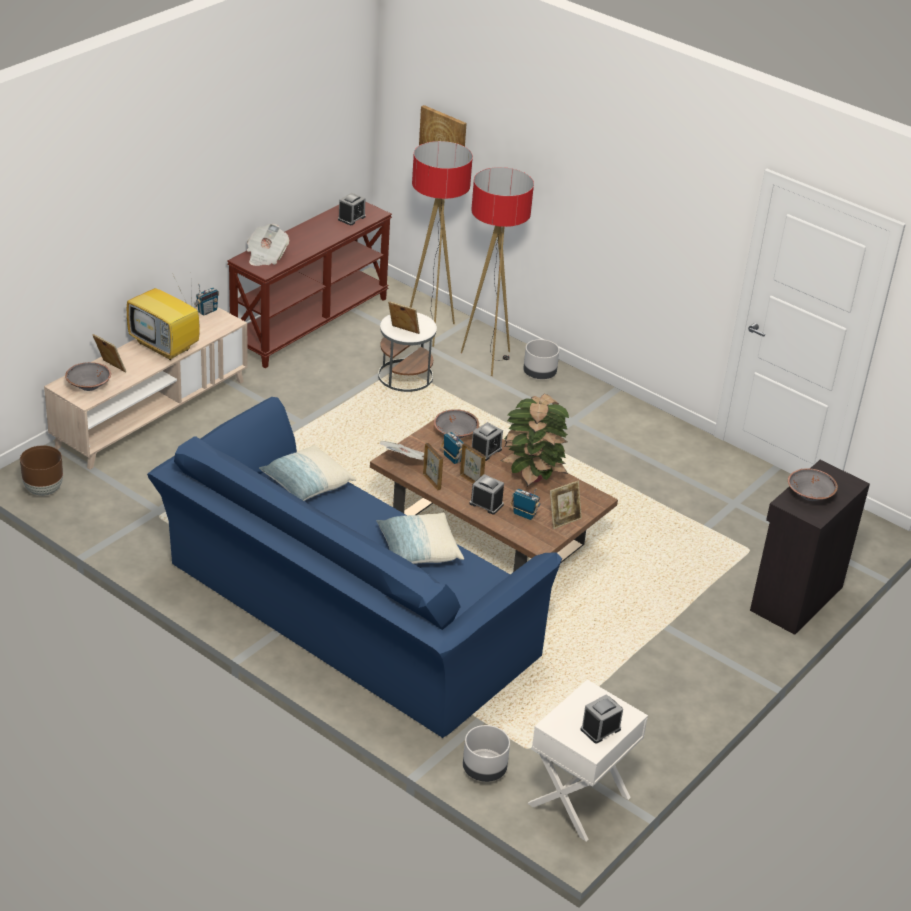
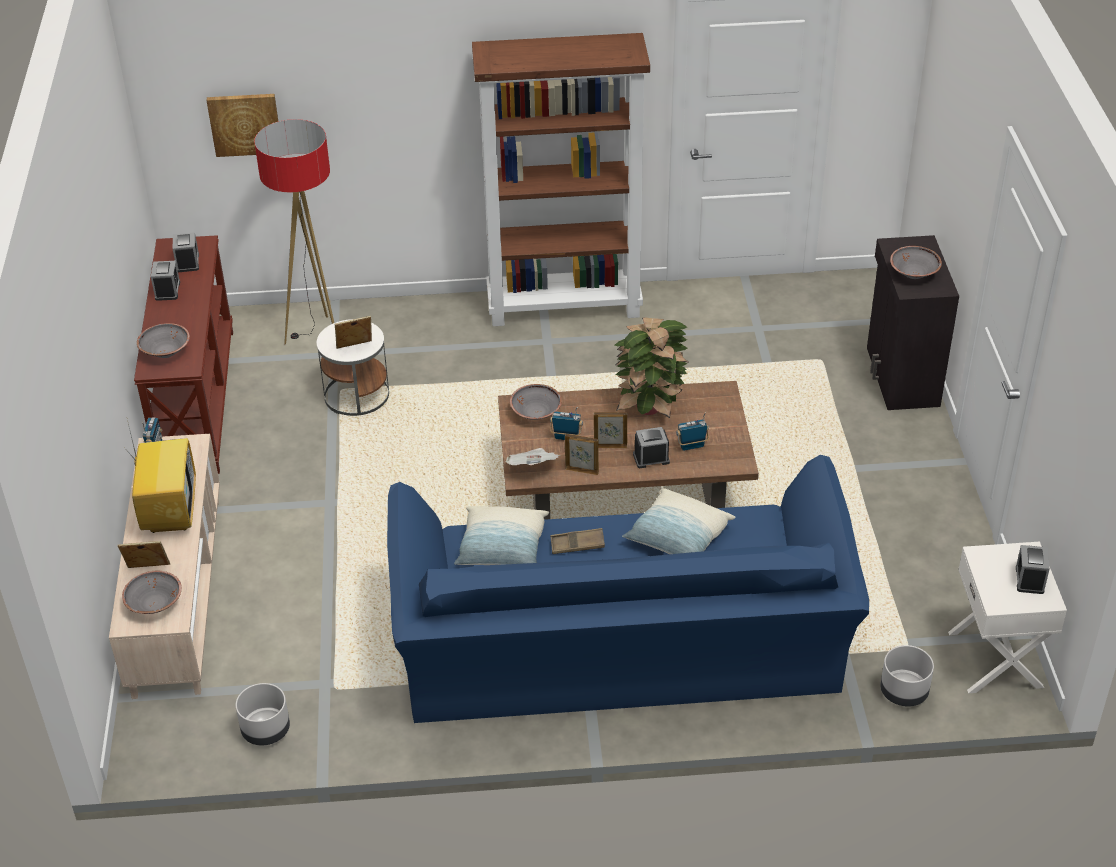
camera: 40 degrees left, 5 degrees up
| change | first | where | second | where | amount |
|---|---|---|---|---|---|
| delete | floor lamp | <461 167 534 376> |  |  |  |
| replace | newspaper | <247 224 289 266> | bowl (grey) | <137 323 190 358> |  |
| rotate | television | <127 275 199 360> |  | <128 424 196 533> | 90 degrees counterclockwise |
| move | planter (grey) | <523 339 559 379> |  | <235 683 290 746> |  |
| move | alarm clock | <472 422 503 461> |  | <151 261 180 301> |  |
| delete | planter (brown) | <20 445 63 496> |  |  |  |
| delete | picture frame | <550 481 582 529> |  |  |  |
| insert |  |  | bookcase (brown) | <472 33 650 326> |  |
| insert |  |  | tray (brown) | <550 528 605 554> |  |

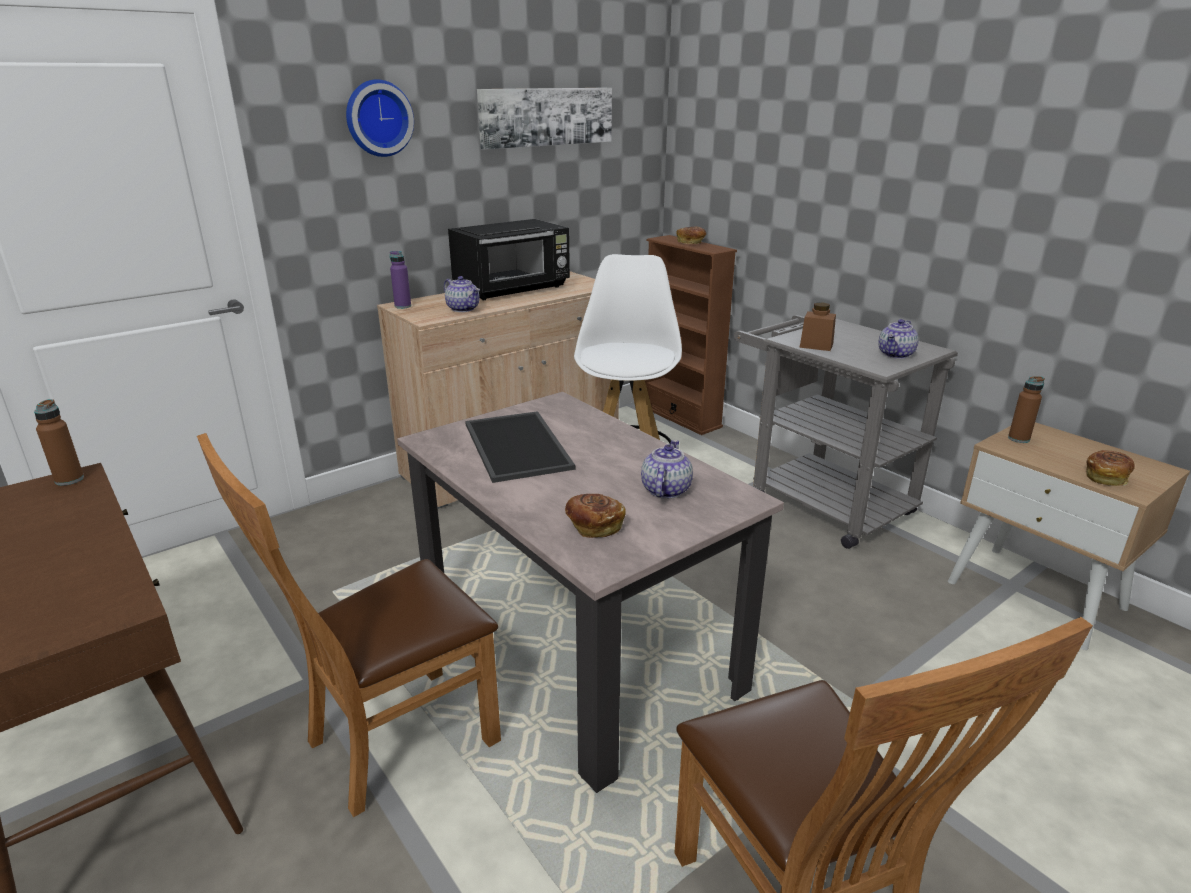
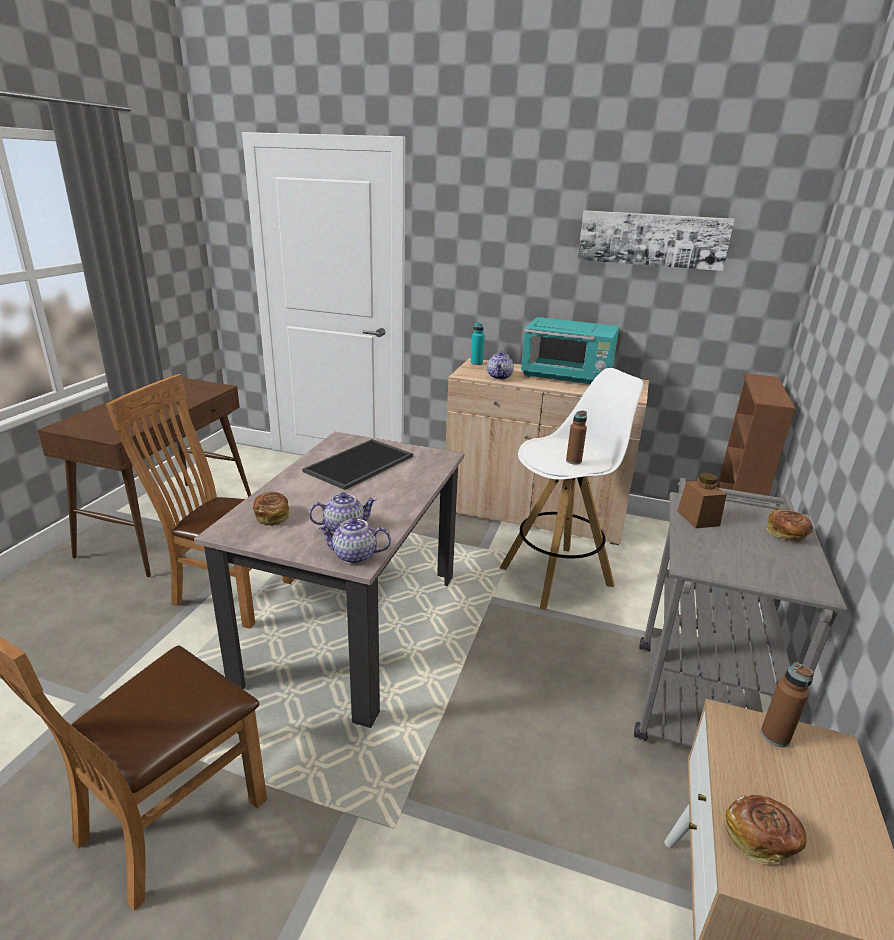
camera: 55 degrees right, 0 degrees up
| change | first | where | second | where | amount |
|---|---|---|---|---|---|
| delete | wall clock | <346 79 414 157> |  |  |  |
| recolor | microwave (black) | <448 219 570 300> | microwave (turquoise) | <521 317 619 384> |  |
| move | bread | <676 226 706 244> |  | <766 508 813 542> |  |
| recolor | bottle (purple) | <390 251 411 309> | bottle (turquoise) | <471 322 485 365> |  |
| move | teapot | <878 319 919 359> |  | <318 518 391 564> |  |
| move | bottle (brown) | <34 399 84 486> |  | <566 411 587 465> |  |

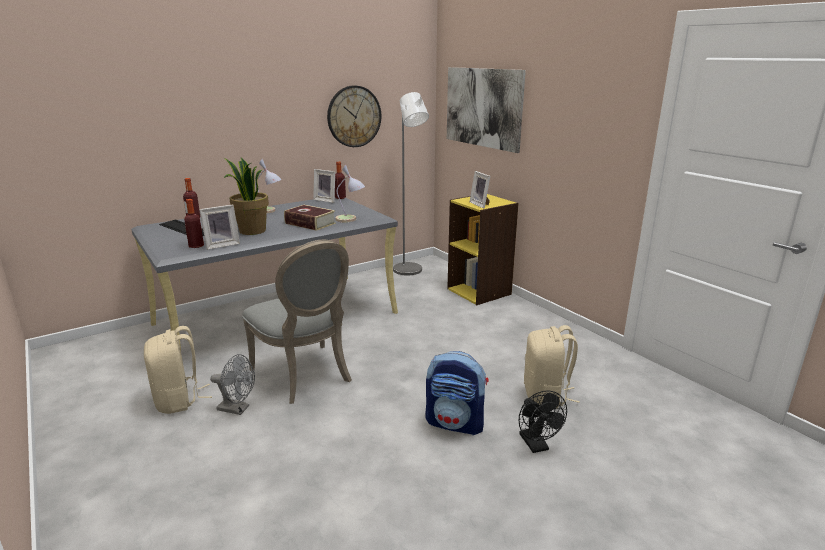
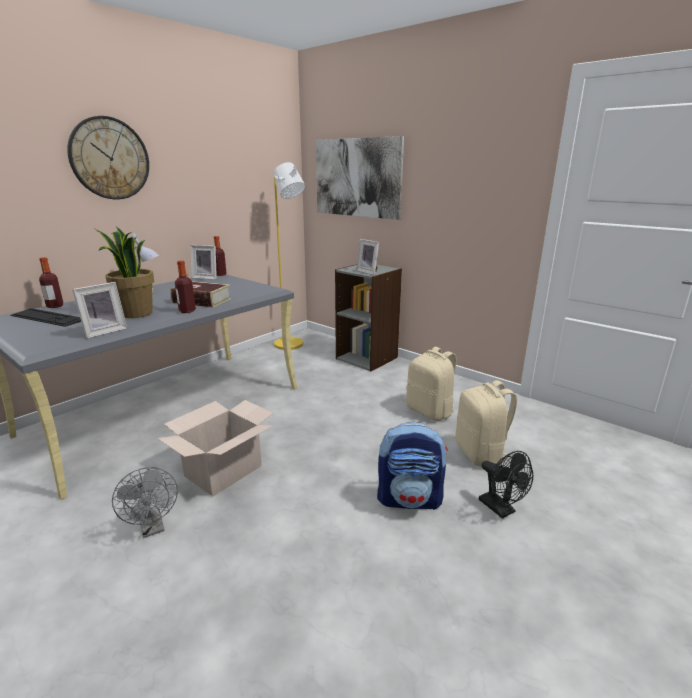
camera: 15 degrees left, 0 degrees up
| change | first | where | second | where | amount |
|---|---|---|---|---|---|
| move | wall clock | <327 85 381 147> |  | <67 116 149 199> |  |
| recolor | floor lamp (grey) | <393 92 429 275> | floor lamp (yellow) | <274 162 306 350> |  |
| delete | table lamp | <335 165 365 223> |  |  |  |
| recolor | bookcase (yellow) | <447 194 518 305> | bookcase (grey) | <335 264 402 371> |  |
| move | bottle | <184 199 204 248> |  | <175 260 196 313> |  |
| replace | chair (grey) | <242 240 352 404> | cardboard box | <157 400 273 496> |  |
| move | backpack (beige) | <144 326 212 414> |  | <406 347 457 421> |  |
| rotate | fan (grey) | <210 354 255 415> |  | <112 467 178 538> | 60 degrees clockwise |

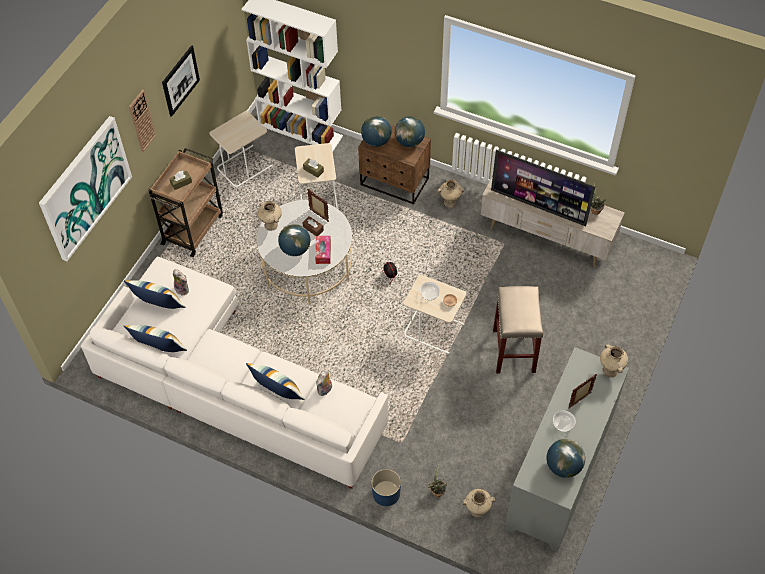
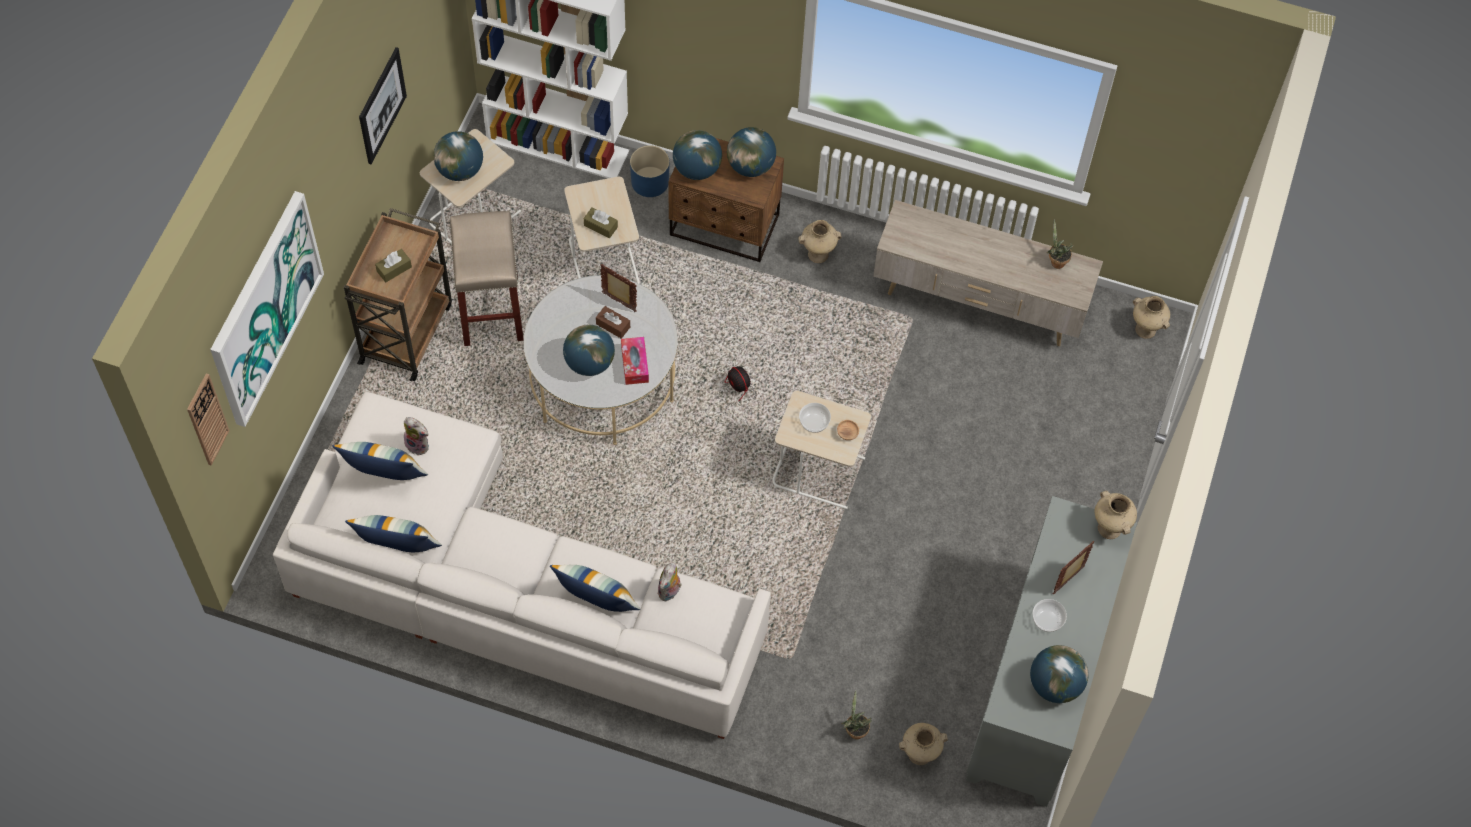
camera: 10 degrees left, 5 degrees up
| change | first | where | second | where | amount |
|---|---|---|---|---|---|
| move | wall clock | <129 90 156 152> |  | <187 373 229 466> |  |
| delete | television | <491 149 596 226> |  |  |  |
| move | vase (beige) | <257 201 282 231> |  | <1133 296 1170 339> |  |
| move | stool (beige) | <493 286 543 374> |  | <450 211 524 346> |  |
| move | planter (blue) | <371 469 401 506> |  | <630 145 670 197> |  |
| insert |  |  | globe | <433 131 483 181> |  |

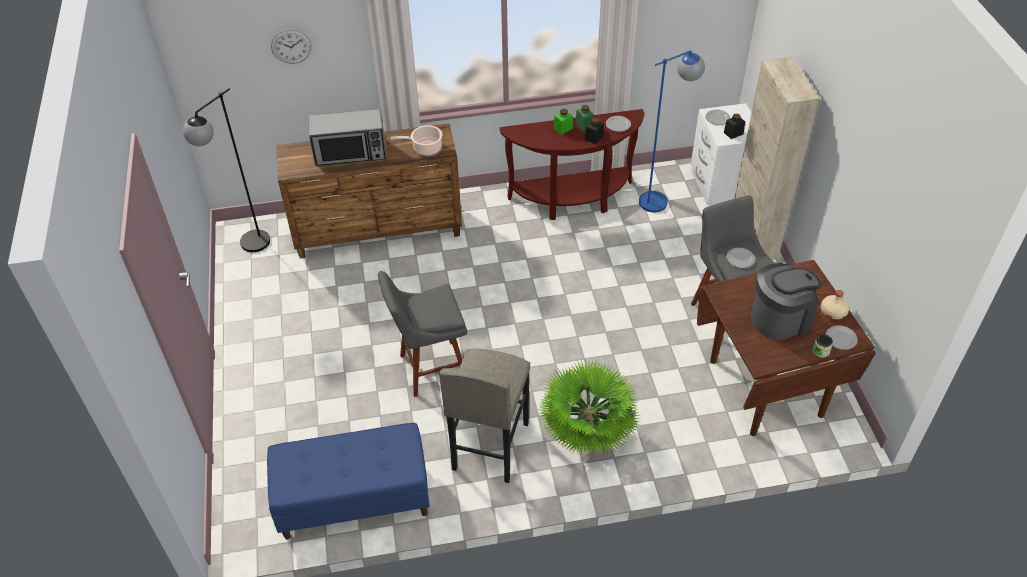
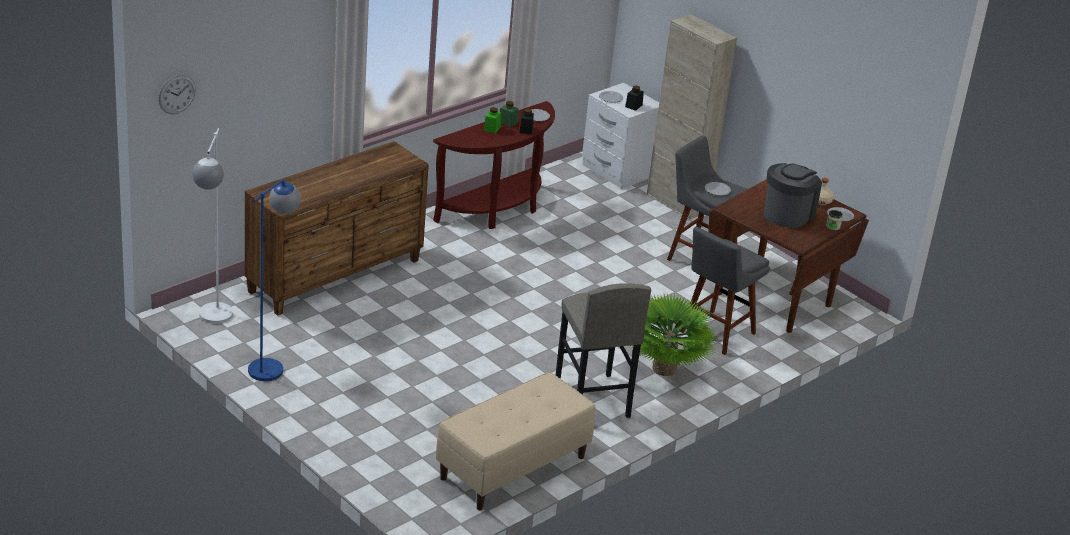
camera: 35 degrees left, 15 degrees down
| change | first | where | second | where | amount |
|---|---|---|---|---|---|
| move | wall clock | <271 29 312 64> |  | <159 75 196 114> |  |
| move | floor lamp (blue) | <639 50 705 212> |  | <248 179 301 381> |  |
| recolor | floor lamp (black) | <183 88 270 252> | floor lamp (white) | <192 128 233 324> |  |
| delete | microwave | <309 109 386 166> |  |  |  |
| delete | cooking pot | <391 125 442 156> |  |  |  |
| move | stool (grey) | <378 271 467 397> |  | <680 227 770 355> |  |
| recolor | bench (blue) | <267 423 430 539> | bench (beige) | <436 372 596 510> |  |

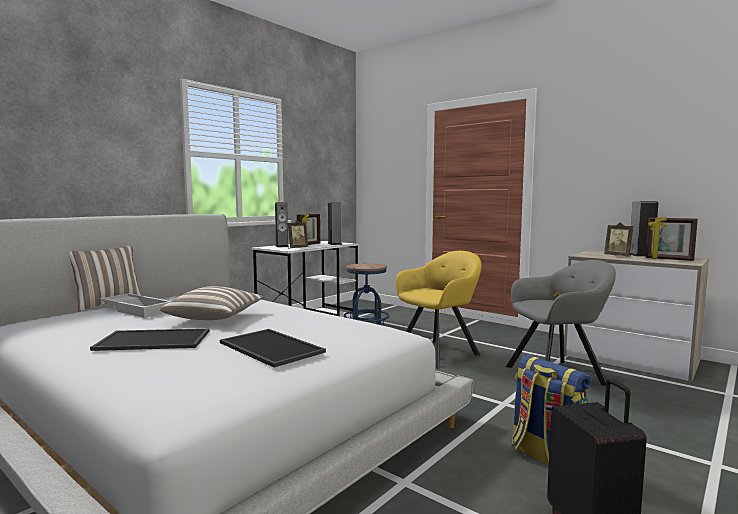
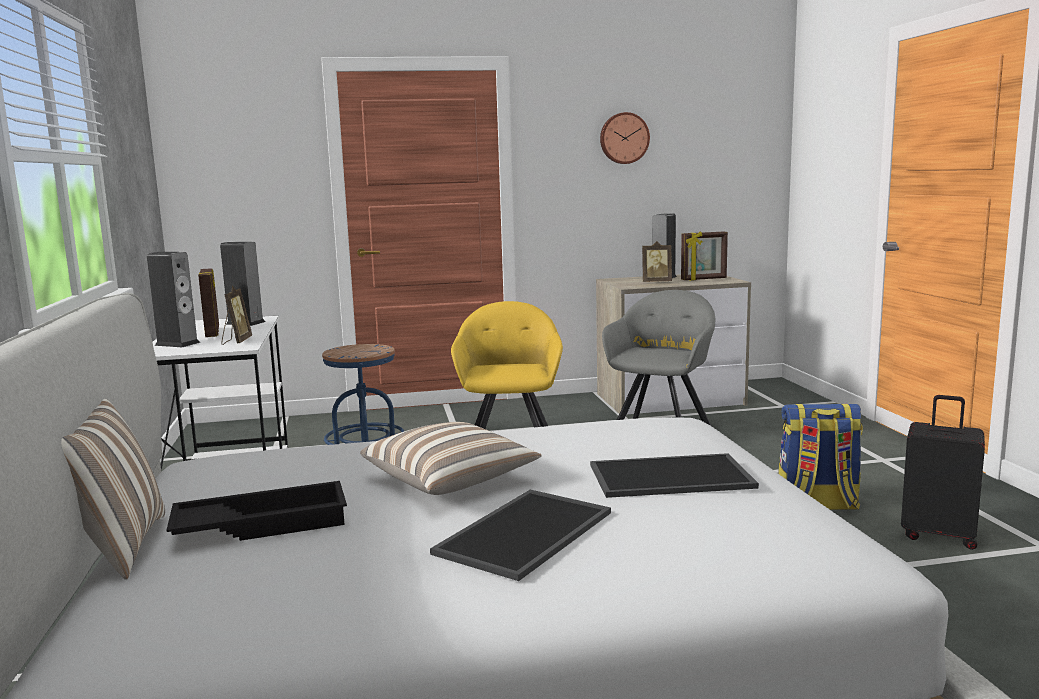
camera: 50 degrees left, 5 degrees up
| change | first | where | second | where | amount |
|---|---|---|---|---|---|
| recolor | tray (white) | <100 293 171 318> | tray (black) | <166 481 347 541> |  |
| insert |  |  | wall clock | <600 112 650 164> |  |

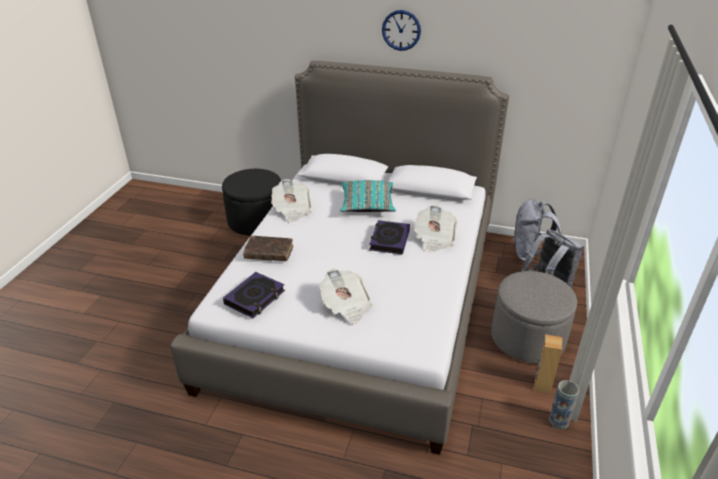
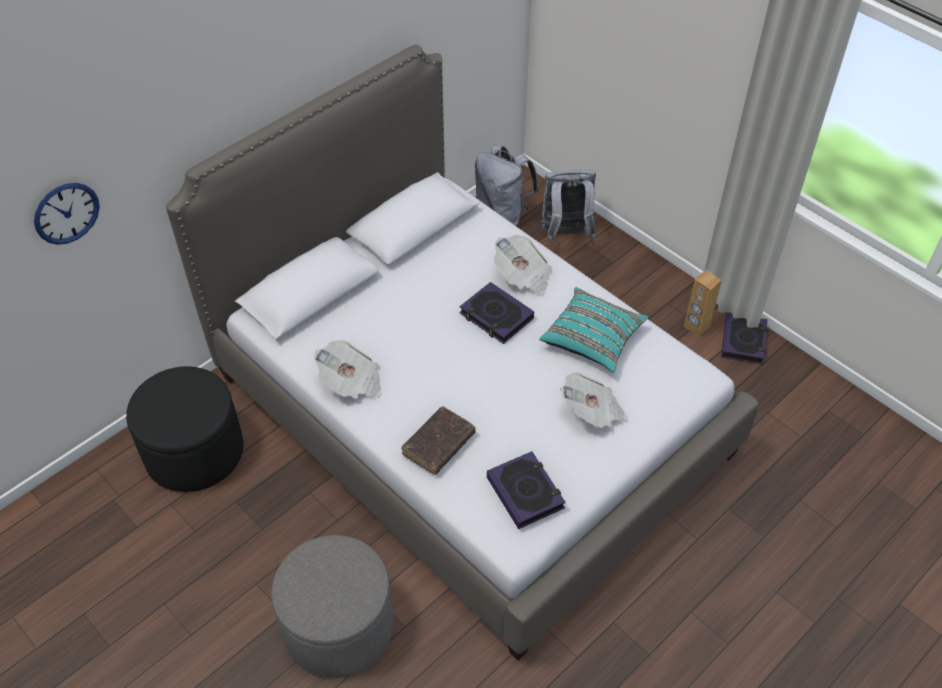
camera: 60 degrees left, 15 degrees up
| change | first | where | second | where | amount |
|---|---|---|---|---|---|
| move | wall clock | <382 10 421 51> |  | <34 183 100 245> |  |
| move | pillow (turquoise) | <340 180 396 212> |  | <539 287 648 372> |  |
| move | ottoman (grey) | <491 271 577 363> |  | <271 535 394 678> |  |
| replace | vase | <549 380 579 429> | book | <721 312 768 365> |  |

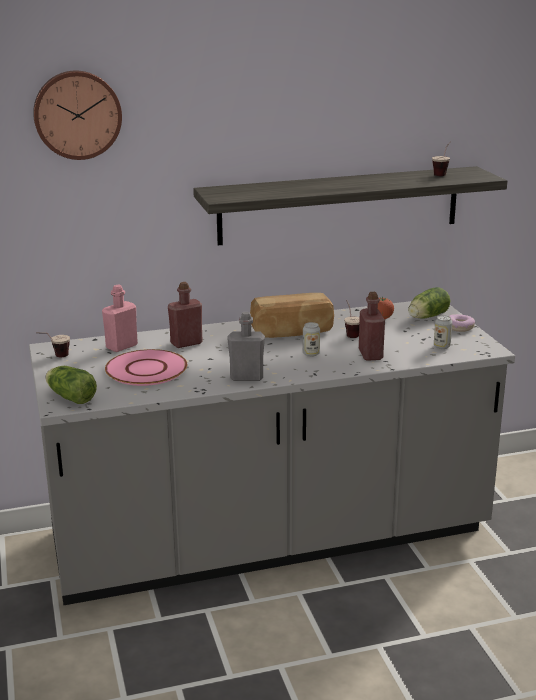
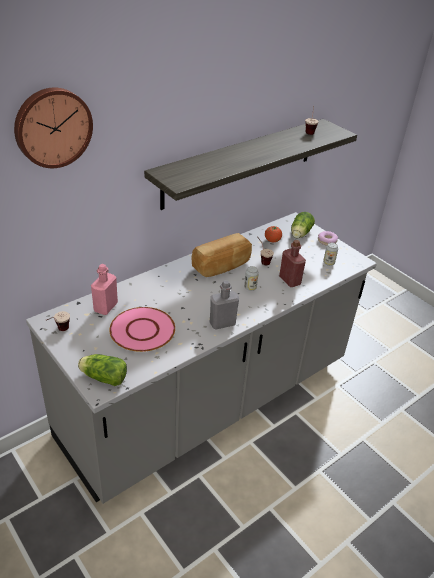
camera: 25 degrees left, 15 degrees up
| change | first | where | second | where | amount |
|---|---|---|---|---|---|
| delete | bottle (red) | <168 282 202 348> |  |  |  |

